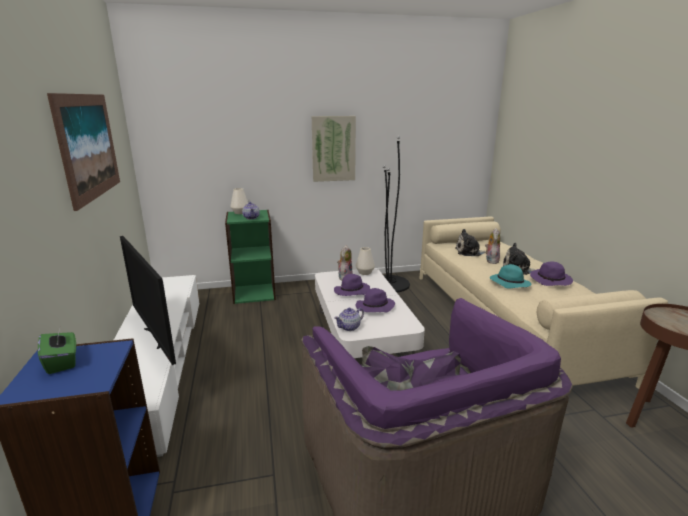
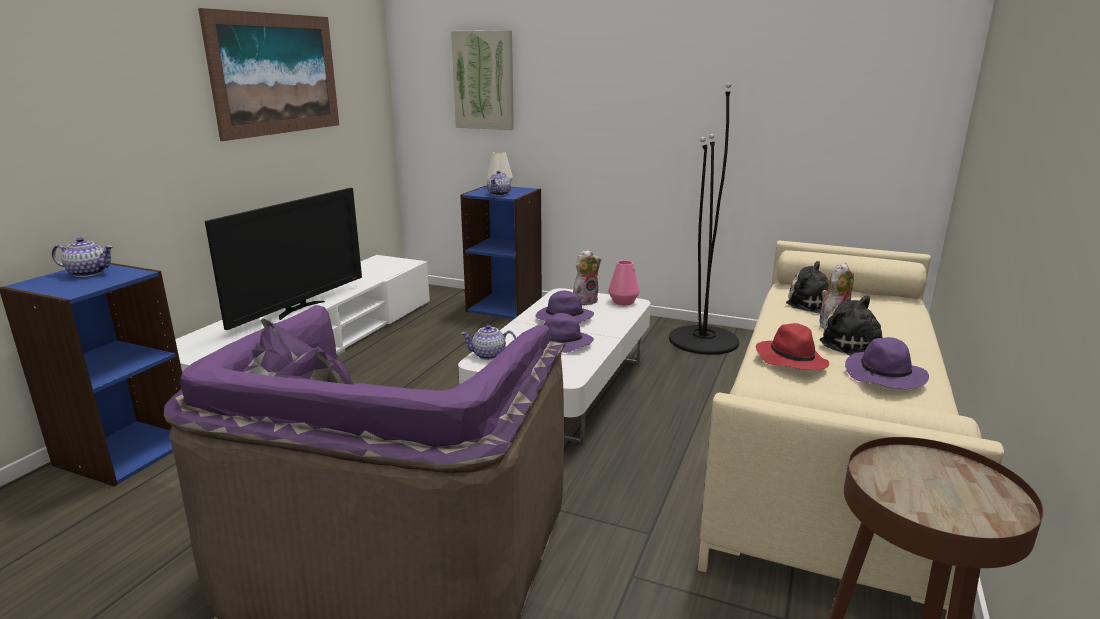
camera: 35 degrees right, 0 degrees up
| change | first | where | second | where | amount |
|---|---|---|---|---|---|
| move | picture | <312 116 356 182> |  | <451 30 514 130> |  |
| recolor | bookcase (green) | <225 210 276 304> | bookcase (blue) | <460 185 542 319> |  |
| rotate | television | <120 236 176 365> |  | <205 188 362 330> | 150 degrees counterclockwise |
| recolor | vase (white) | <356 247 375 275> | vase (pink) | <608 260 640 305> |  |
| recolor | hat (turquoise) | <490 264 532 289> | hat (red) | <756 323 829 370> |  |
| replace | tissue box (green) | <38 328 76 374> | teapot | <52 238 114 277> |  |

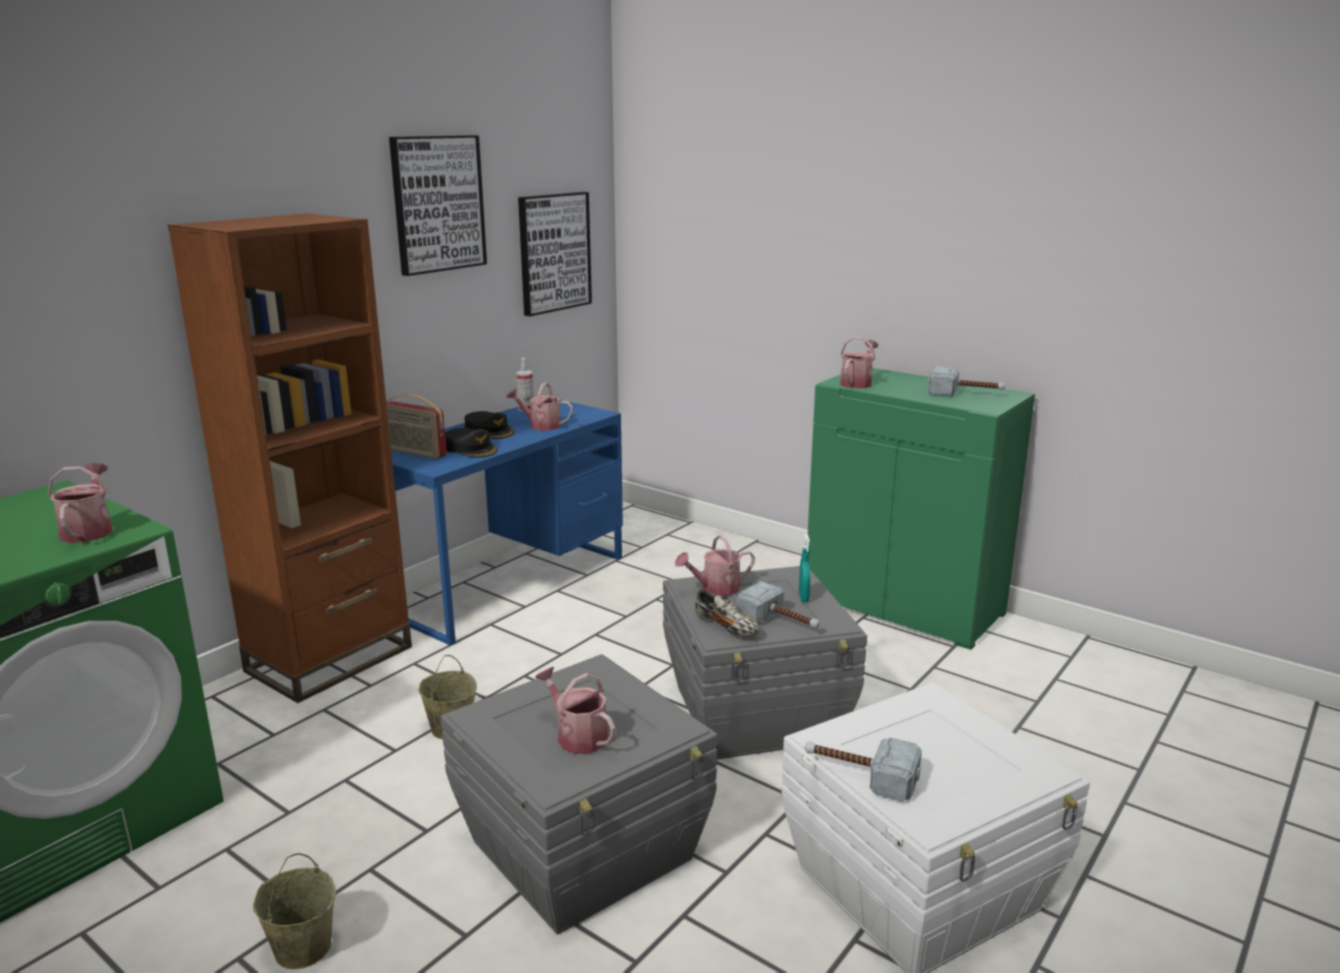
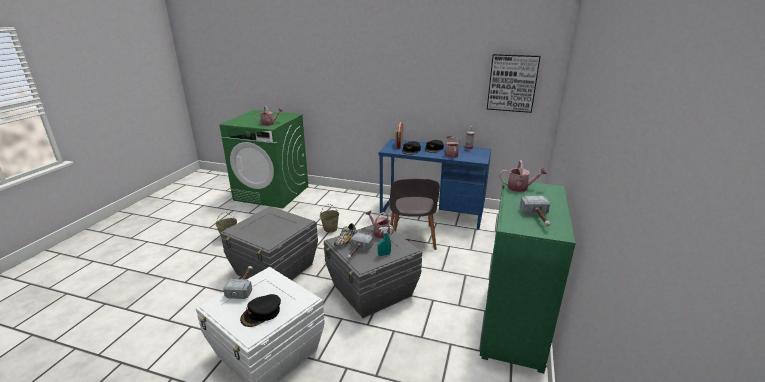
camera: 70 degrees right, 5 degrees up
| change | first | where | second | where | amount |
|---|---|---|---|---|---|
| delete | picture | <389 135 487 276> |  |  |  |
| delete | bookcase (brown) | <168 213 412 703> |  |  |  |
| delete | watering can | <535 667 615 754> |  |  |  |
| insert |  |  | chair (grey) | <389 178 440 250> |  |
| insert |  |  | cap (black) | <240 294 281 327> |  |

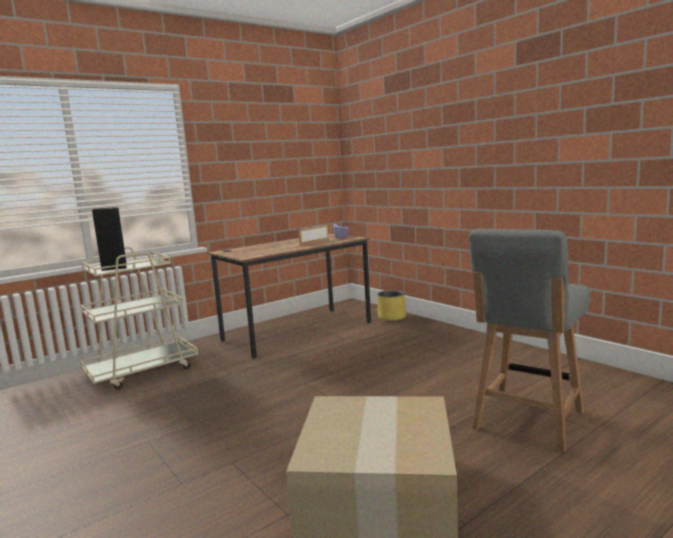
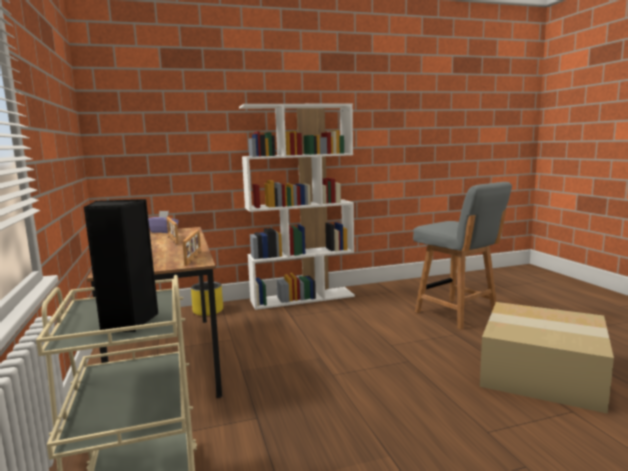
camera: 70 degrees left, 0 degrees up
| change | first | where | second | where | amount |
|---|---|---|---|---|---|
| insert |  |  | bookcase (white) | <239 103 355 310> |  |
| insert |  |  | picture frame | <182 229 201 266> |  |

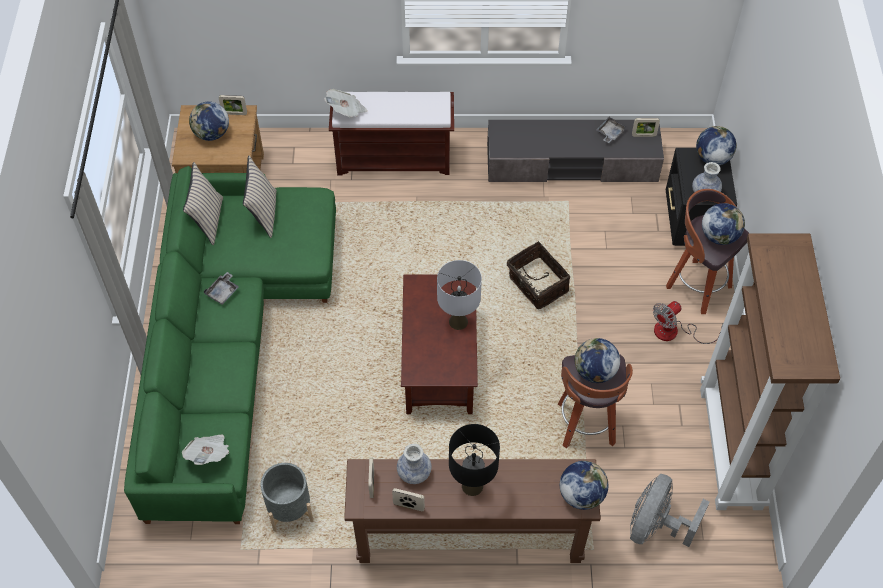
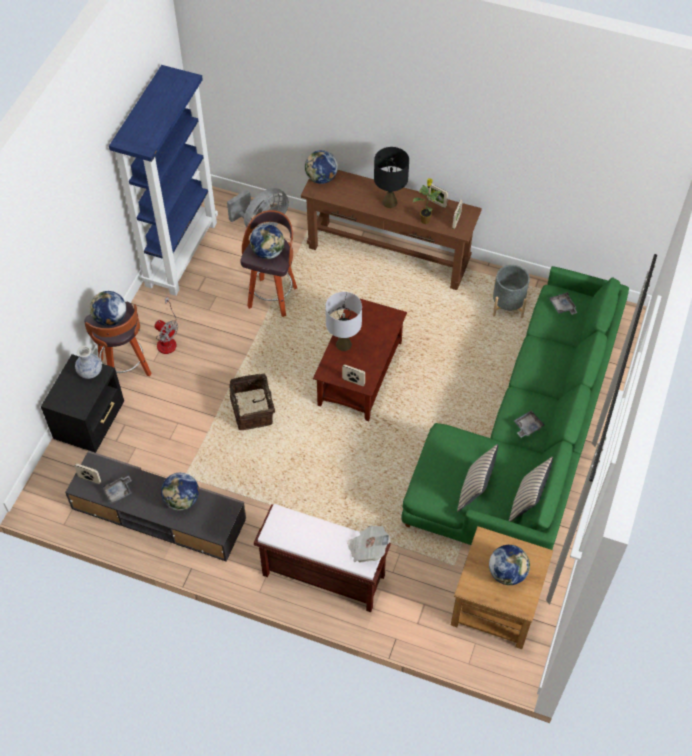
camera: 160 degrees left, 0 degrees up
| change | first | where | second | where | amount |
|---|---|---|---|---|---|
| move | picture frame | <219 95 247 115> |  | <342 365 365 386> |  |
| move | globe | <696 126 737 165> |  | <161 472 199 510> |  |
| recolor | bookcase (brown) | <700 234 840 510> | bookcase (blue) | <109 65 218 296> |  |
| rotate | fan | <653 301 723 344> |  | <155 297 178 354> | 60 degrees clockwise |
| replace | newspaper | <182 434 229 465> | tray (grey) | <549 292 578 315> |  |
| replace | vase | <397 444 431 484> | potted plant | <413 178 443 224> |  |

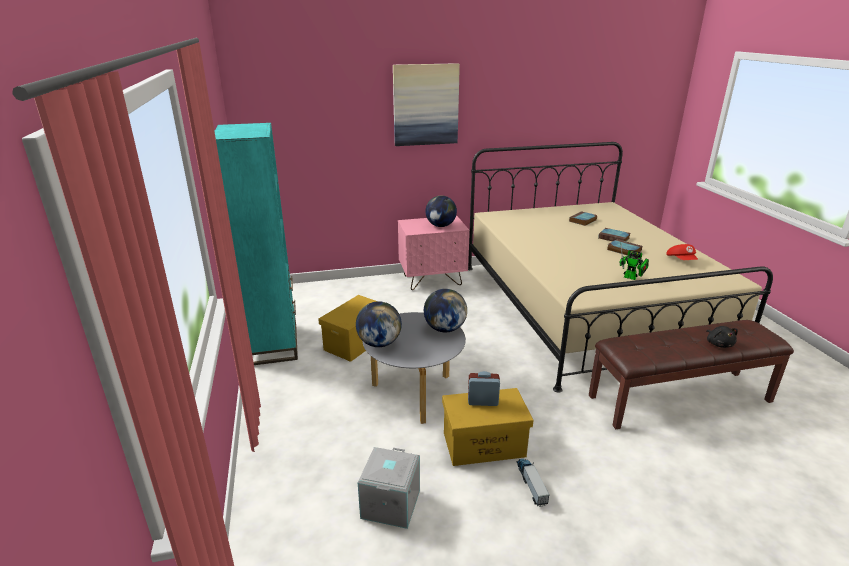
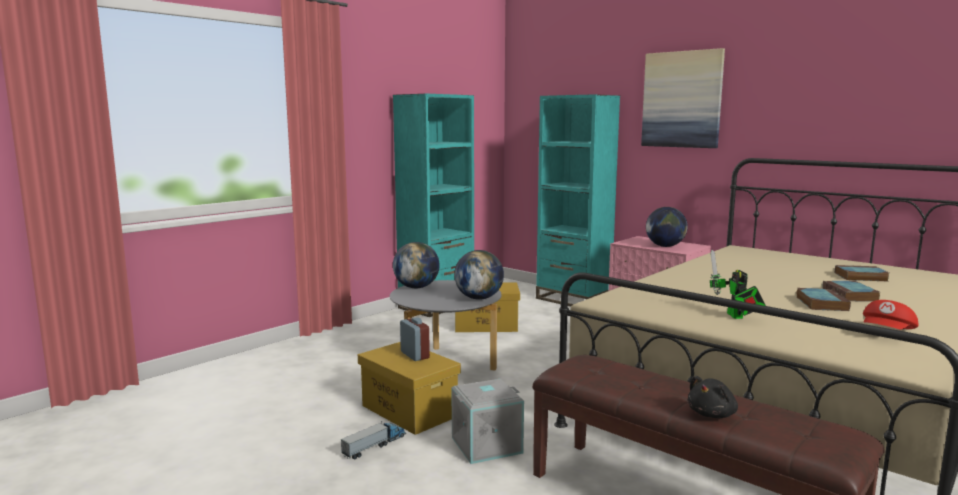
camera: 55 degrees right, 15 degrees down
| change | first | where | second | where | amount |
|---|---|---|---|---|---|
| move | storage box (grey) | <358 447 420 529> |  | <451 379 524 464> |  |
| insert |  |  | bookcase (turquoise) | <536 94 620 307> |  |

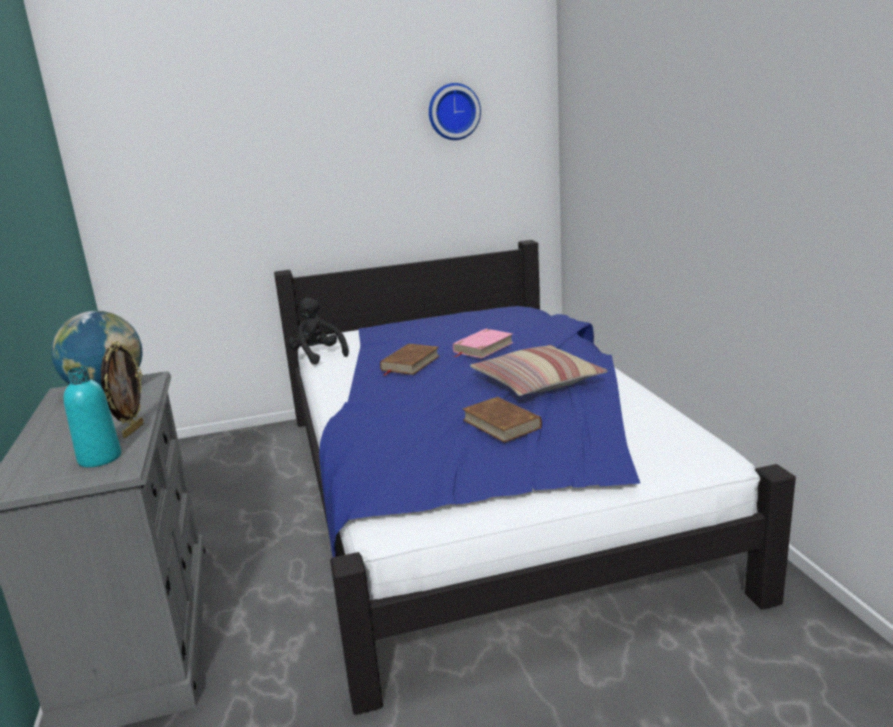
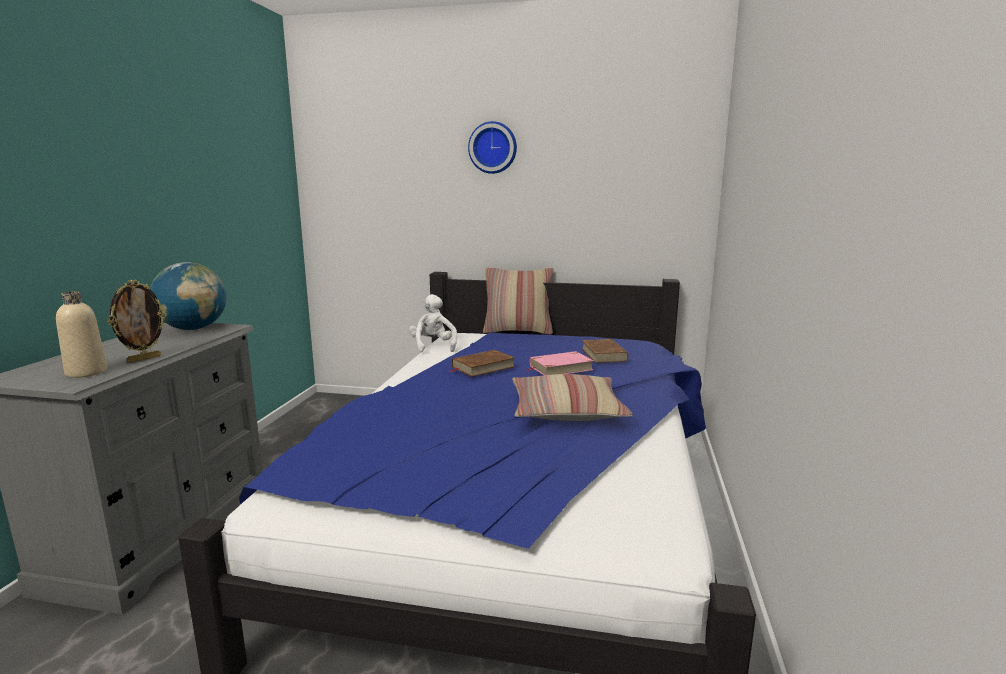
camera: 25 degrees right, 5 degrees down
| change | first | where | second | where | amount |
|---|---|---|---|---|---|
| move | wall clock | <429 83 481 140> |  | <468 121 517 174> |  |
| recolor | plush toy (black) | <288 298 349 364> | plush toy (white) | <409 294 457 353> |  |
| recolor | bottle (turquoise) | <64 367 121 467> | bottle (beige) | <56 291 107 378> |  |
| move | book (brown) | <462 397 542 443> |  | <581 339 628 363> |  |
| insert |  |  | pillow | <483 267 554 335> |  |

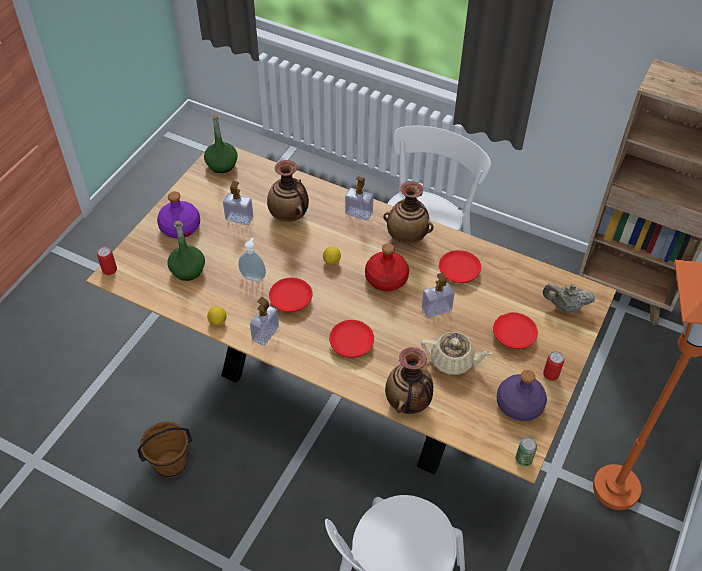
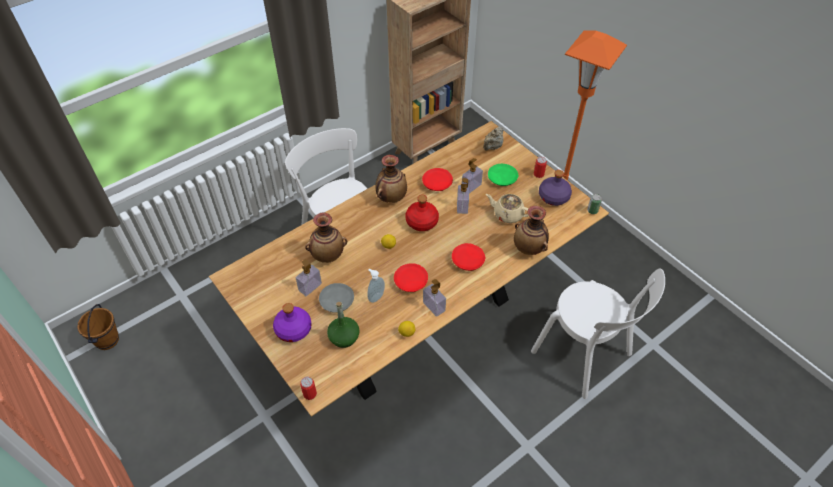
camera: 65 degrees left, 0 degrees up
| change | first | where | second | where | amount |
|---|---|---|---|---|---|
| delete | bottle (green) | <204 114 238 173> |  |  |  |
| move | soap dispenser | <345 176 374 221> |  | <462 158 483 193> |  |
| recolor | plate (red) | <493 312 538 349> | plate (green) | <488 164 518 186> |  |
| rotate | teapot (beige) | <421 332 493 375> |  | <486 194 529 223> | 105 degrees counterclockwise |
| move | bucket (brown) | <137 422 192 478> |  | <77 304 119 350> |  |
| insert |  |  | plate (grey) | <319 283 354 312> |  |

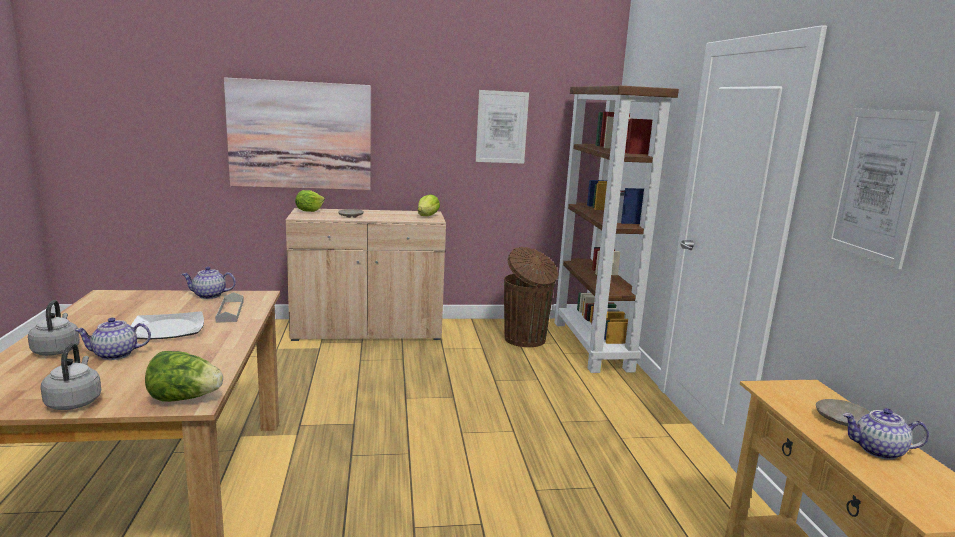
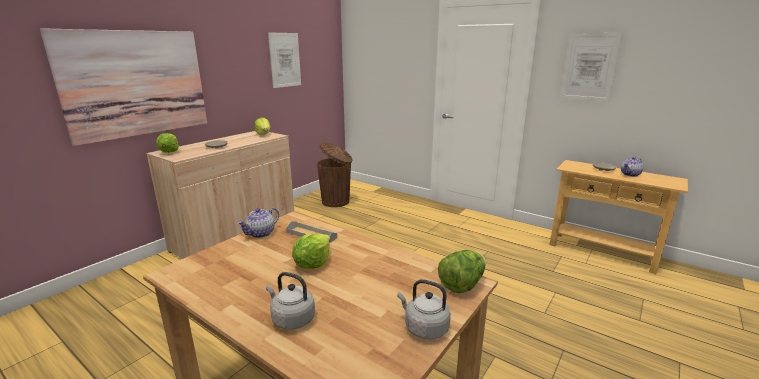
camera: 45 degrees left, 5 degrees up
| change | first | where | second | where | amount |
|---|---|---|---|---|---|
| delete | bookcase (brown) | <553 85 679 373> |  |  |  |
| replace | plate | <131 311 204 339> | lettuce | <292 234 330 269> |  |
| delete | teapot | <74 317 151 360> |  |  |  |

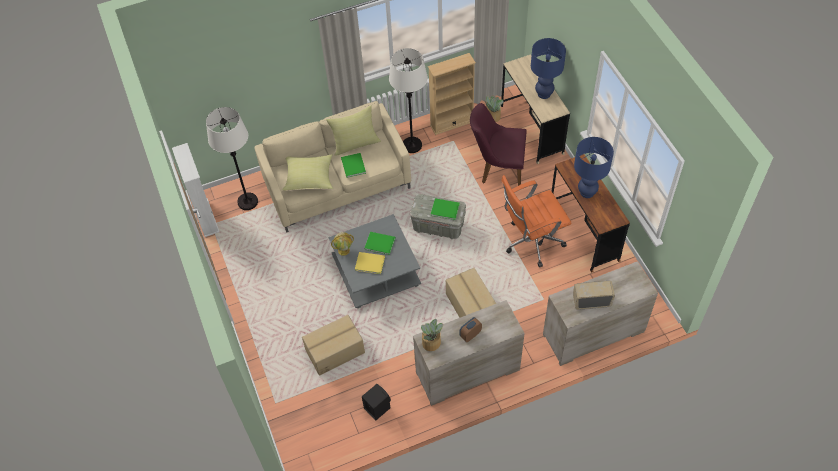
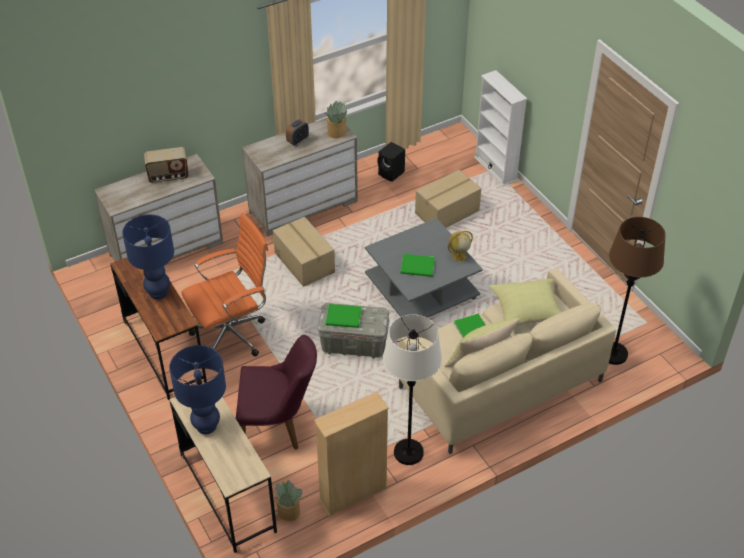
camera: 170 degrees right, 10 degrees down
| change | first | where | second | where | amount |
|---|---|---|---|---|---|
| recolor | floor lamp (white) | <206 107 258 210> | floor lamp (brown) | <609 217 666 365> |  |
| move | bookcase (white) | <172 143 220 237> |  | <474 70 527 186> |  |
| delete | book (yellow) | <355 252 385 274> |  |  |  |

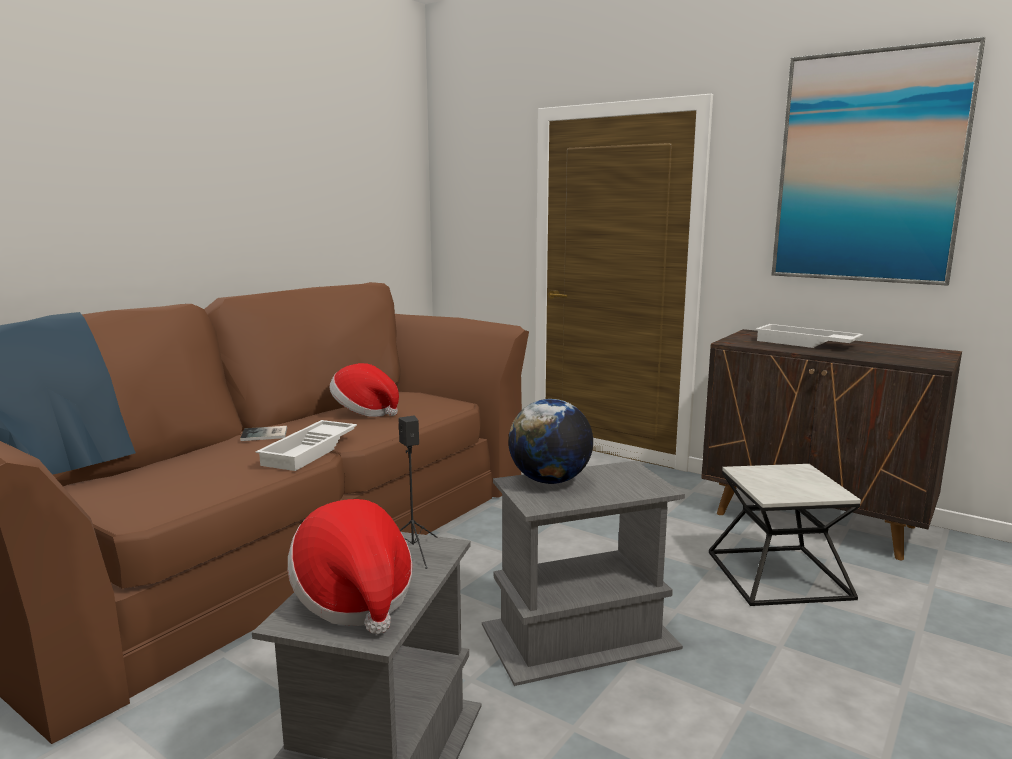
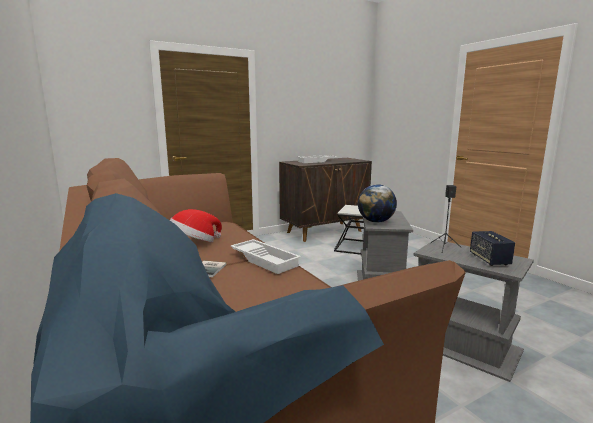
camera: 65 degrees left, 0 degrees up
| change | first | where | second | where | amount |
|---|---|---|---|---|---|
| delete | picture | <771 37 985 286> |  |  |  |
| replace | hat | <288 499 412 634> | speaker | <470 231 515 266> |  |

